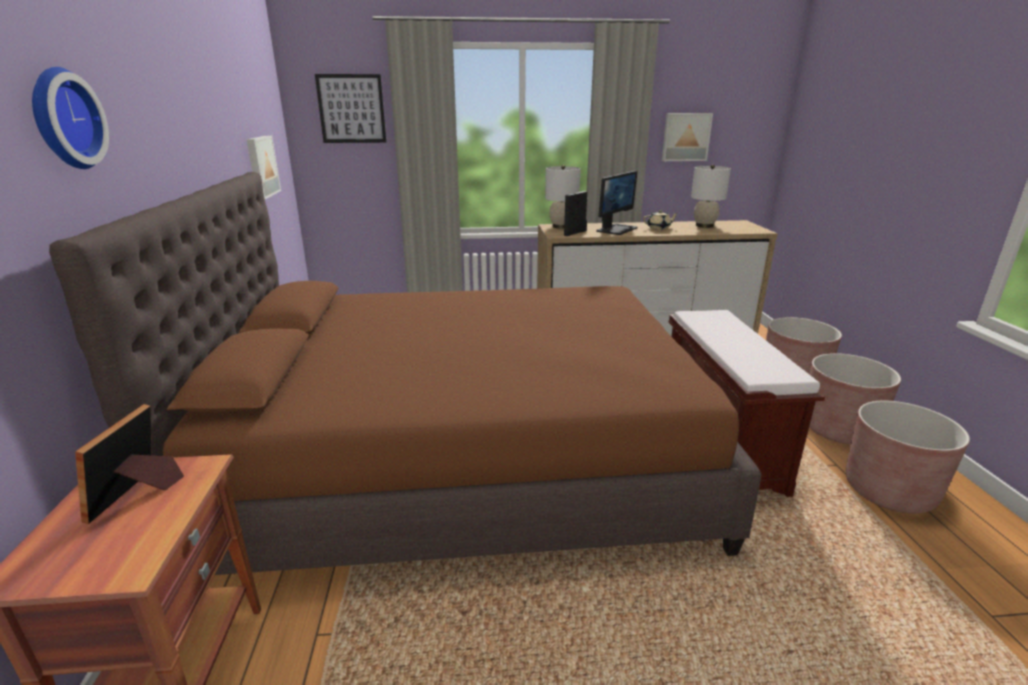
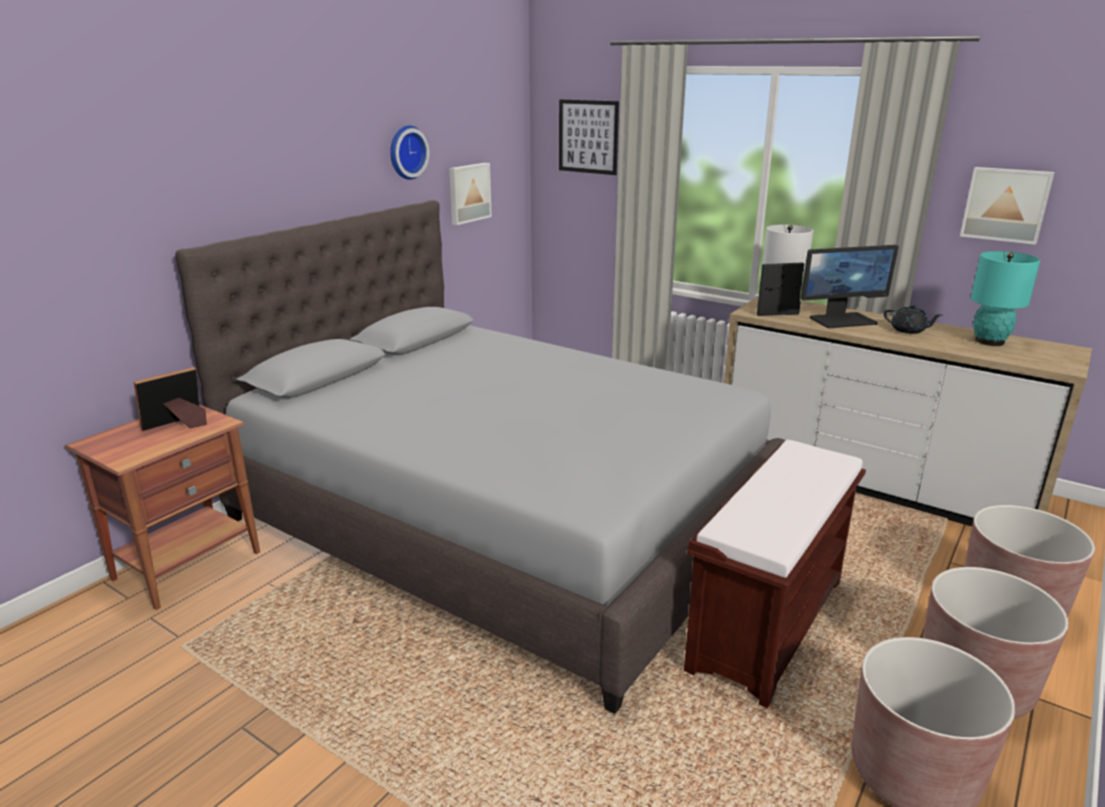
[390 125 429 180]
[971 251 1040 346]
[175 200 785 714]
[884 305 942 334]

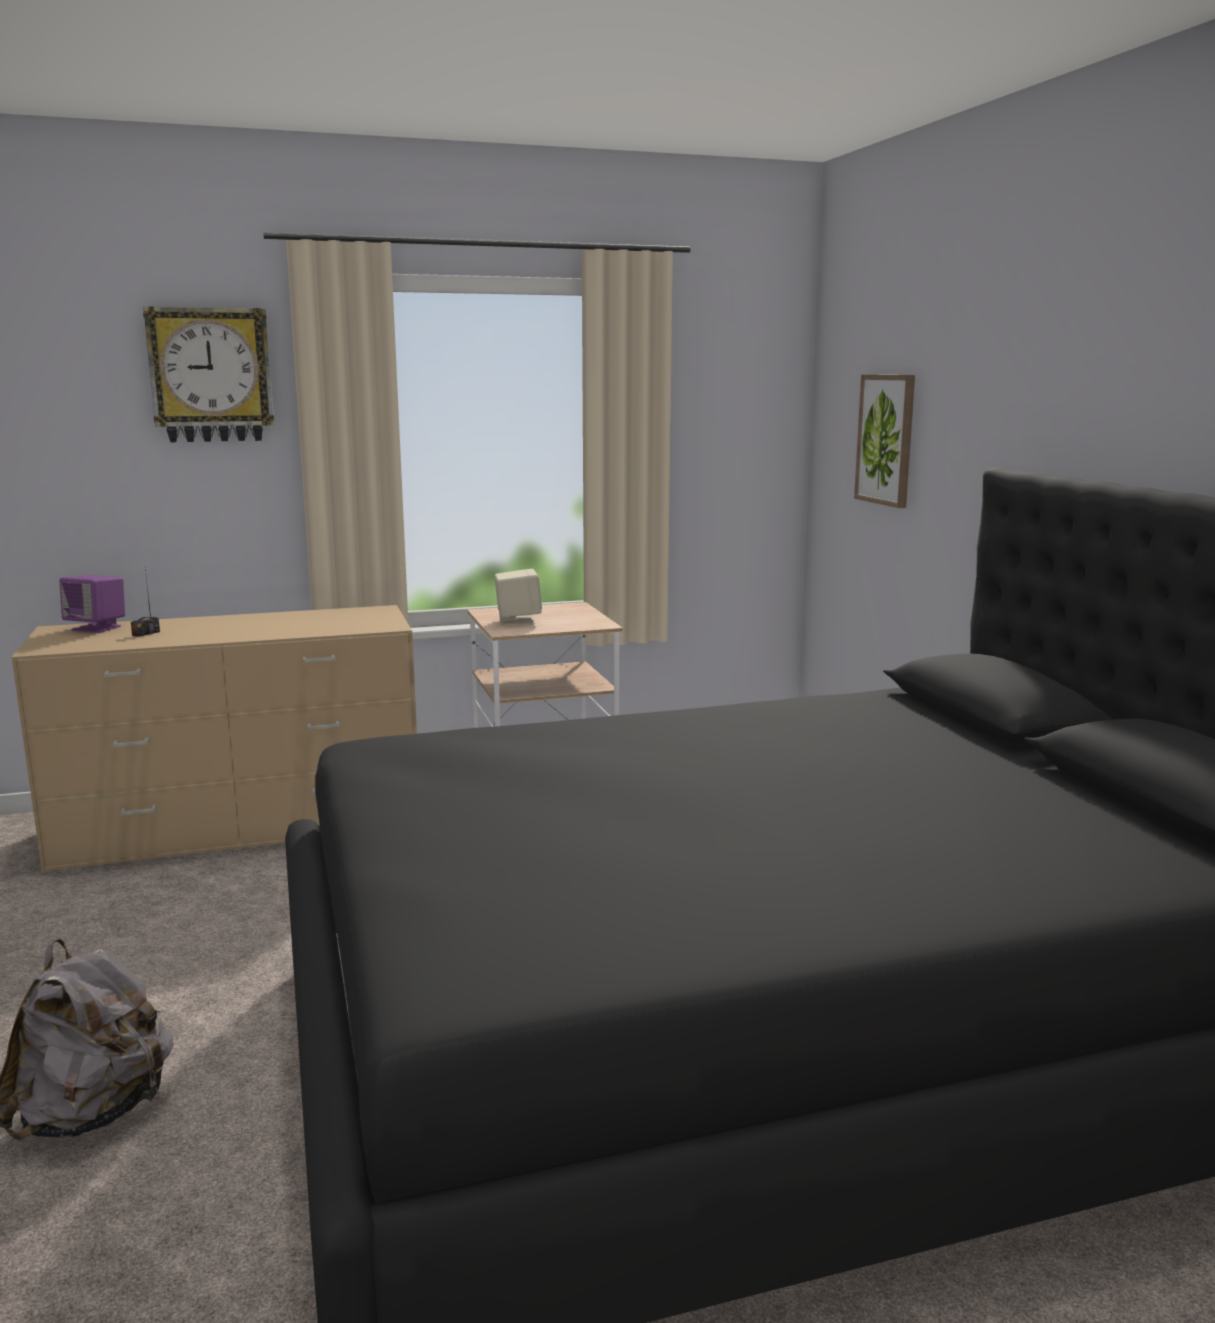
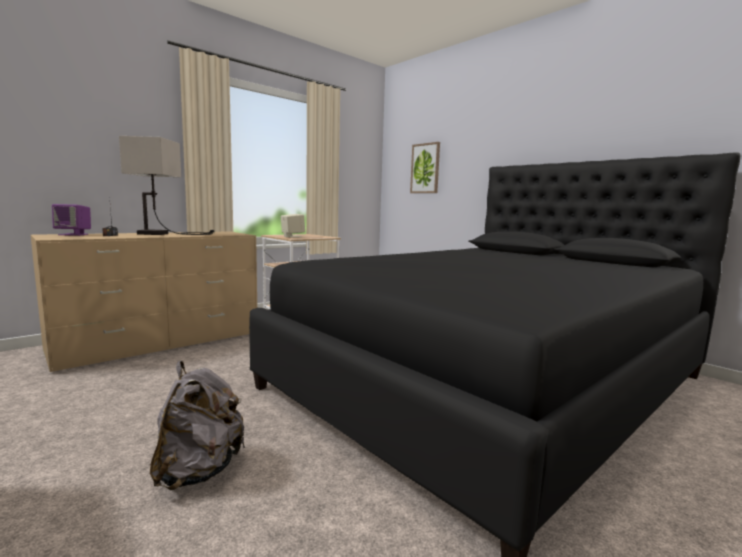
[143 307 274 442] (first image)
[119 136 215 235]

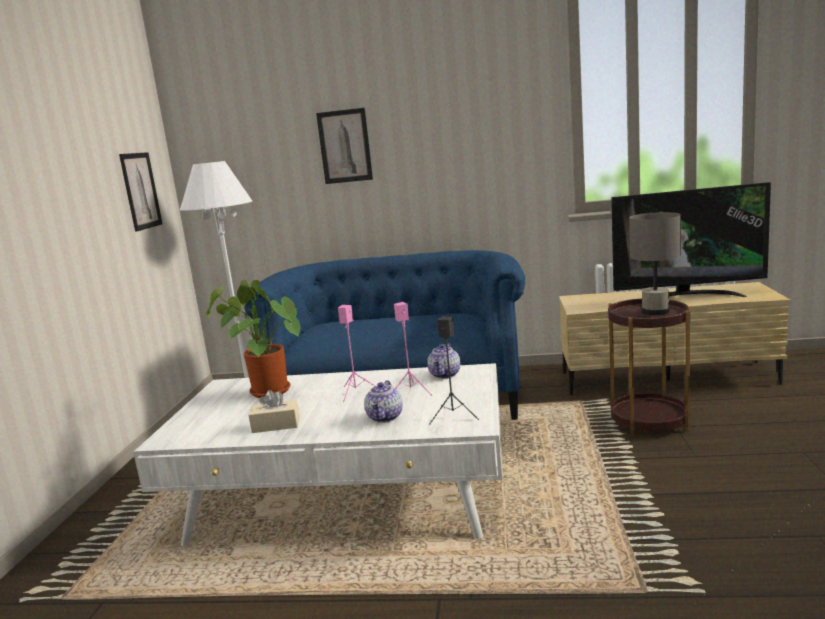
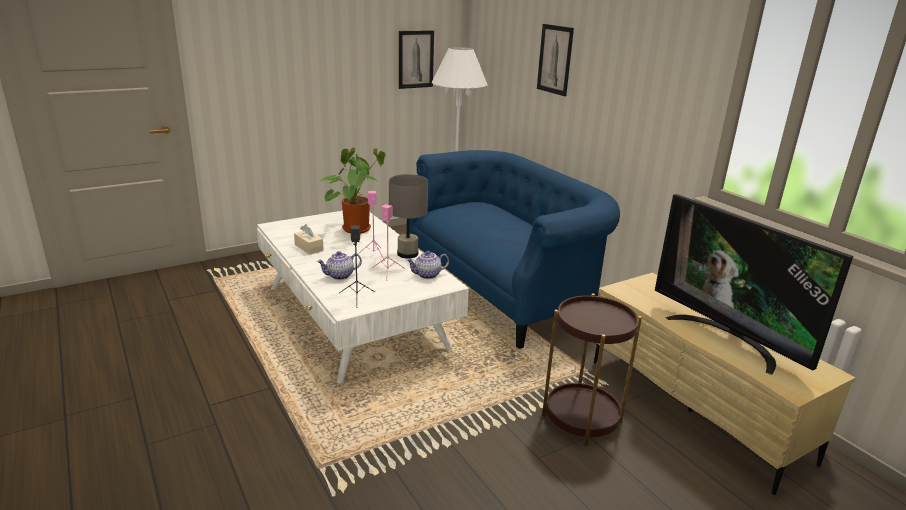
[389 174 428 258]

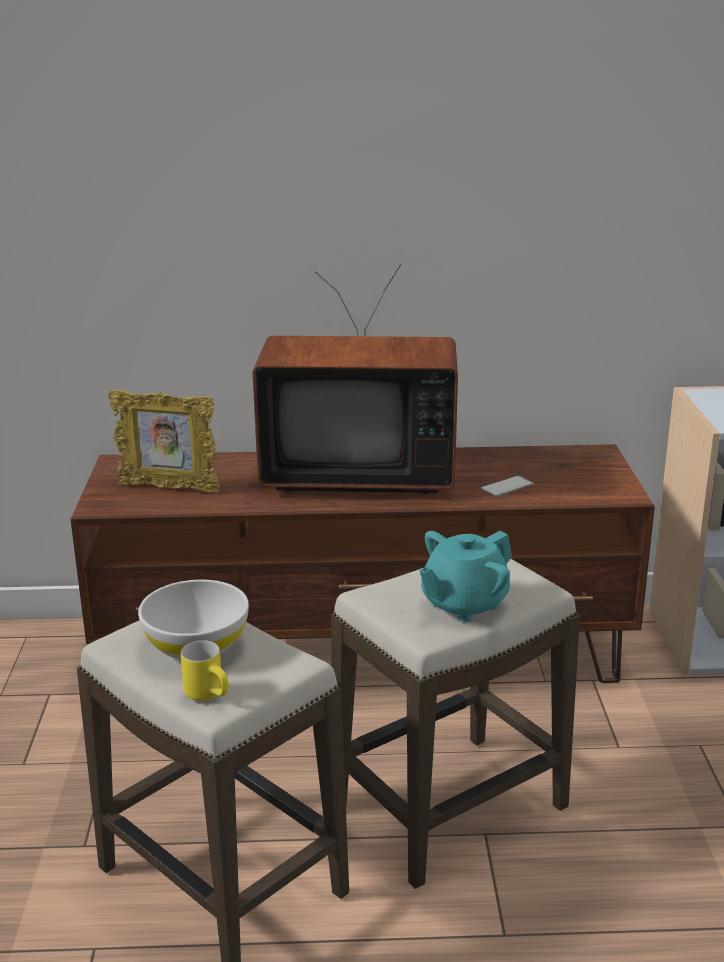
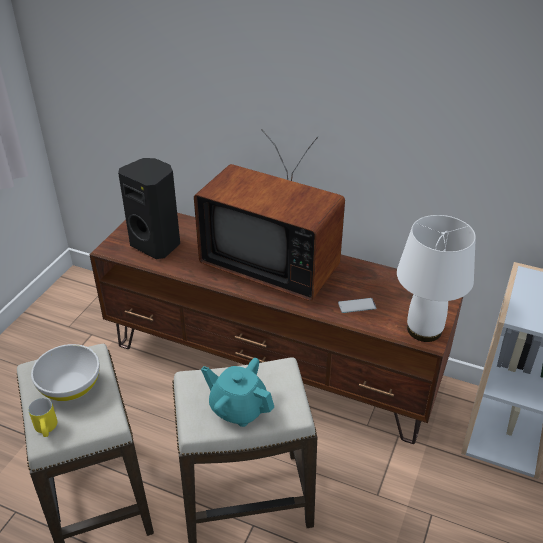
[118 158 180 259]
[201 358 274 427]
[397 215 476 342]

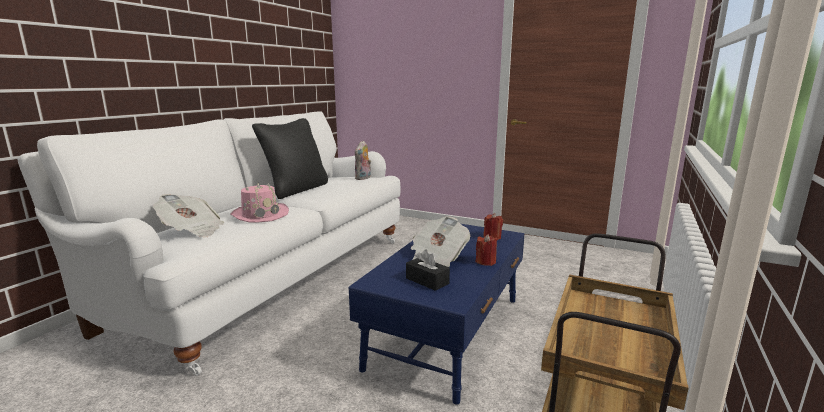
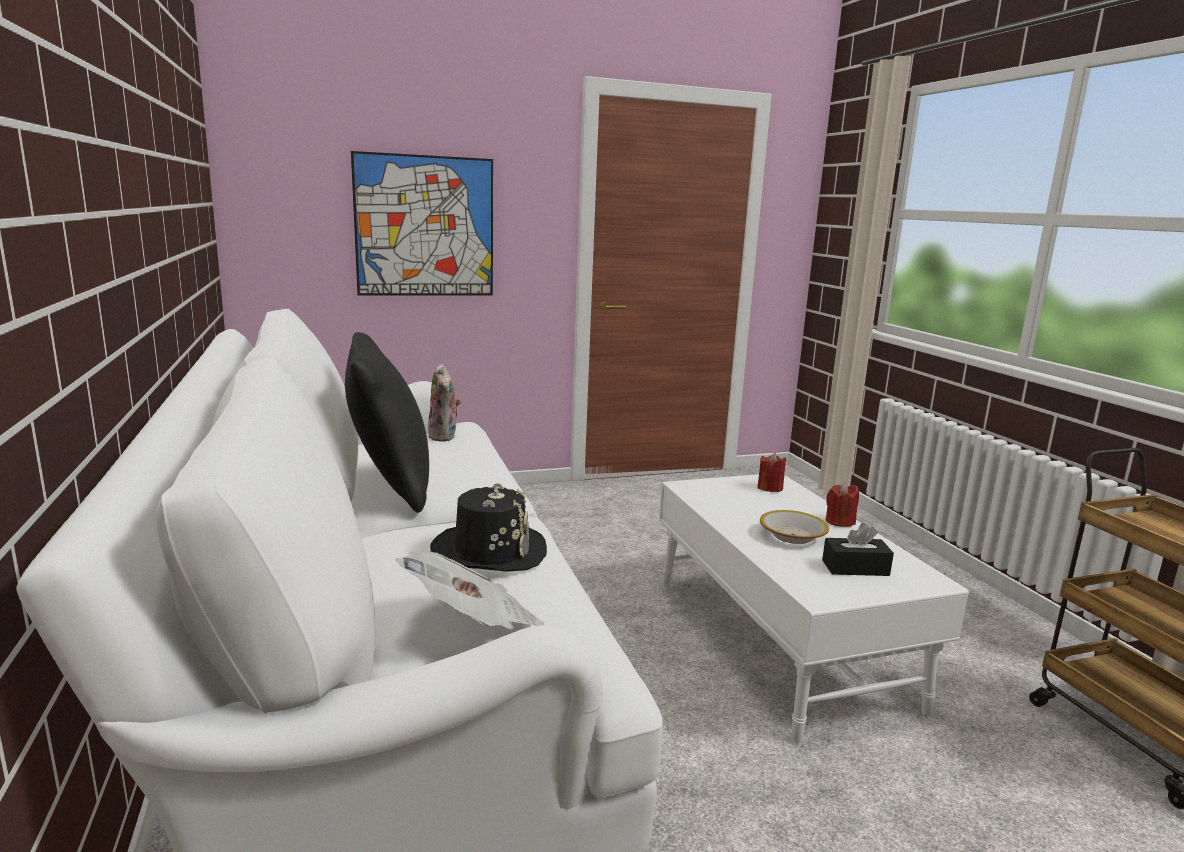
[430 483 547 572]
[760 510 829 544]
[659 474 969 743]
[351 151 493 296]

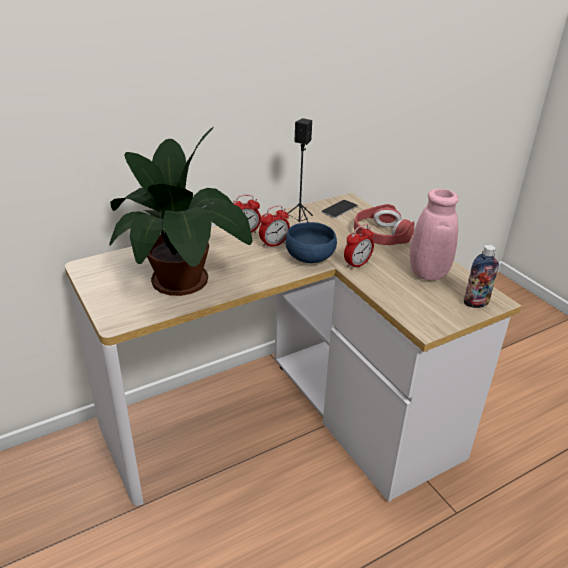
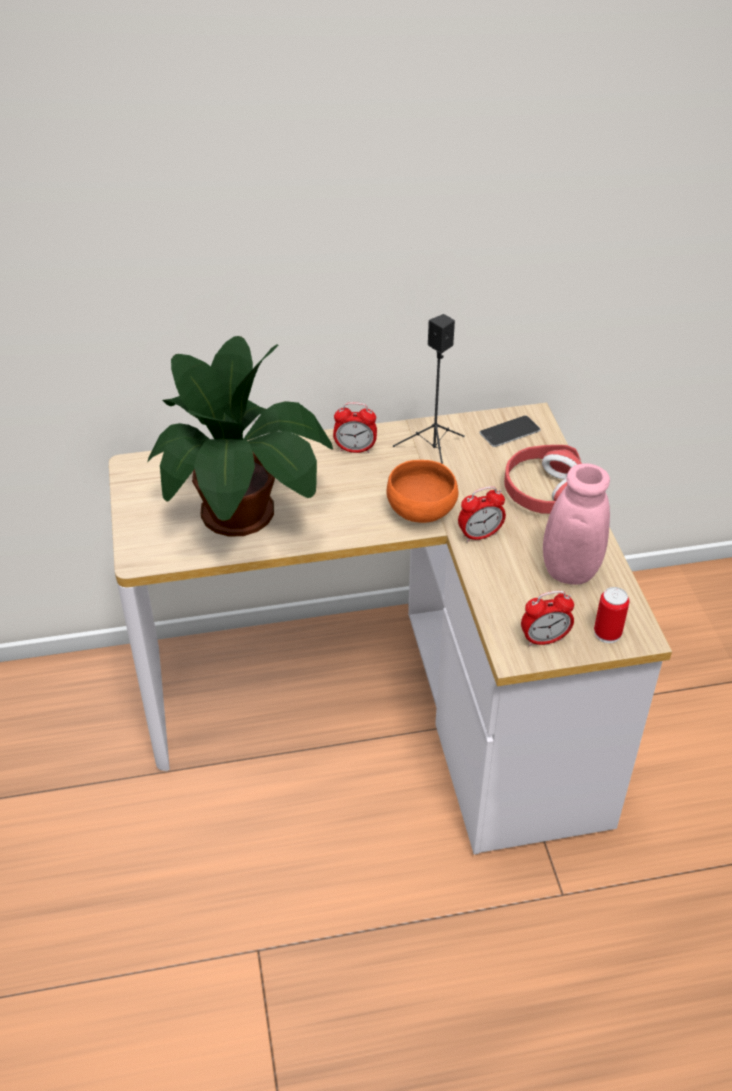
[521 591 574 646]
[386 460 459 523]
[594 587 629 643]

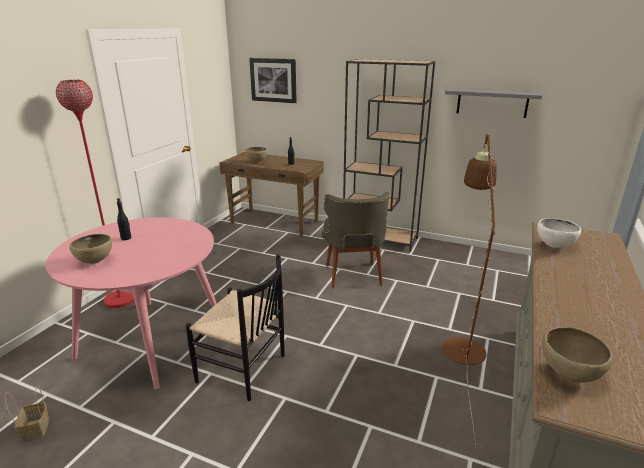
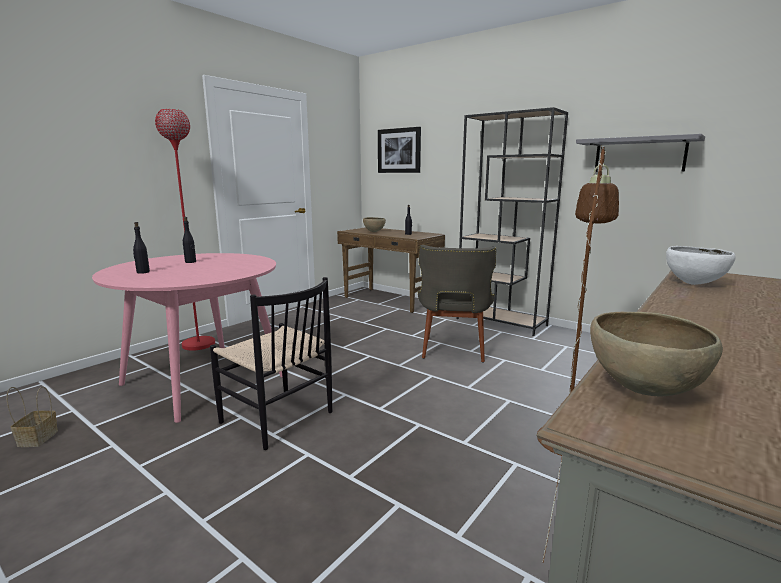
[133 222 150 274]

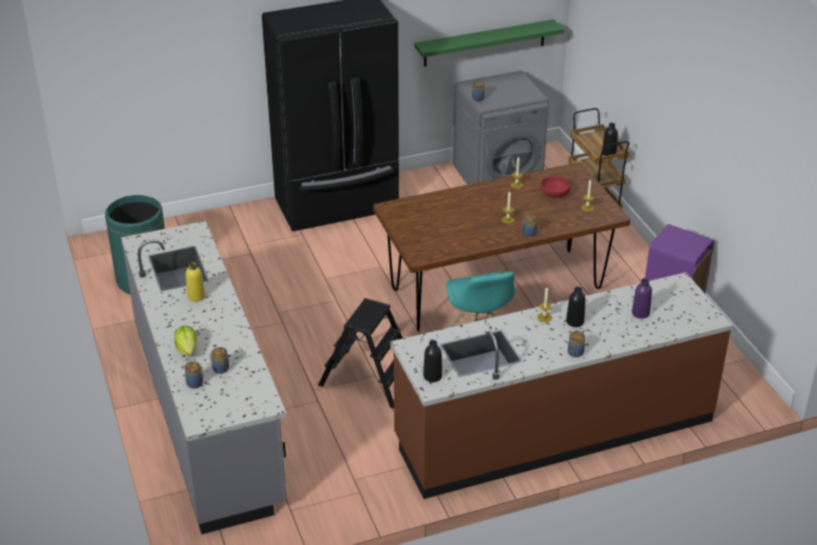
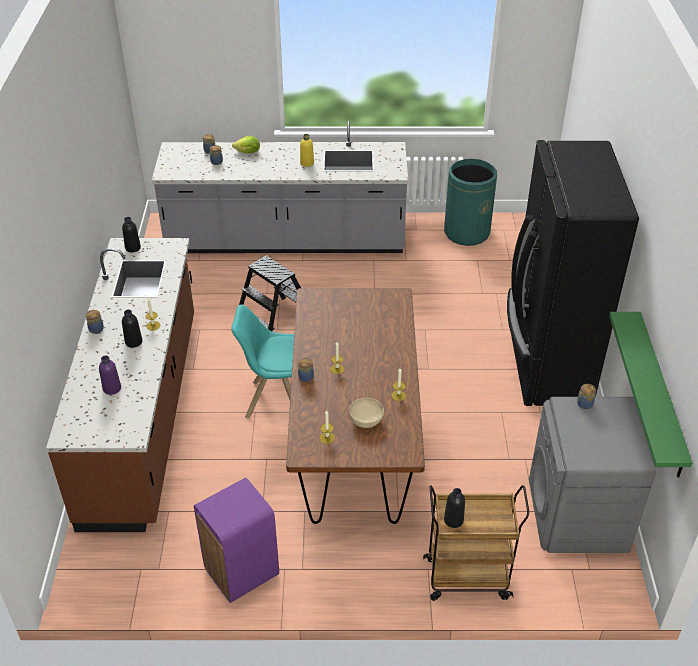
[349 398 384 428]

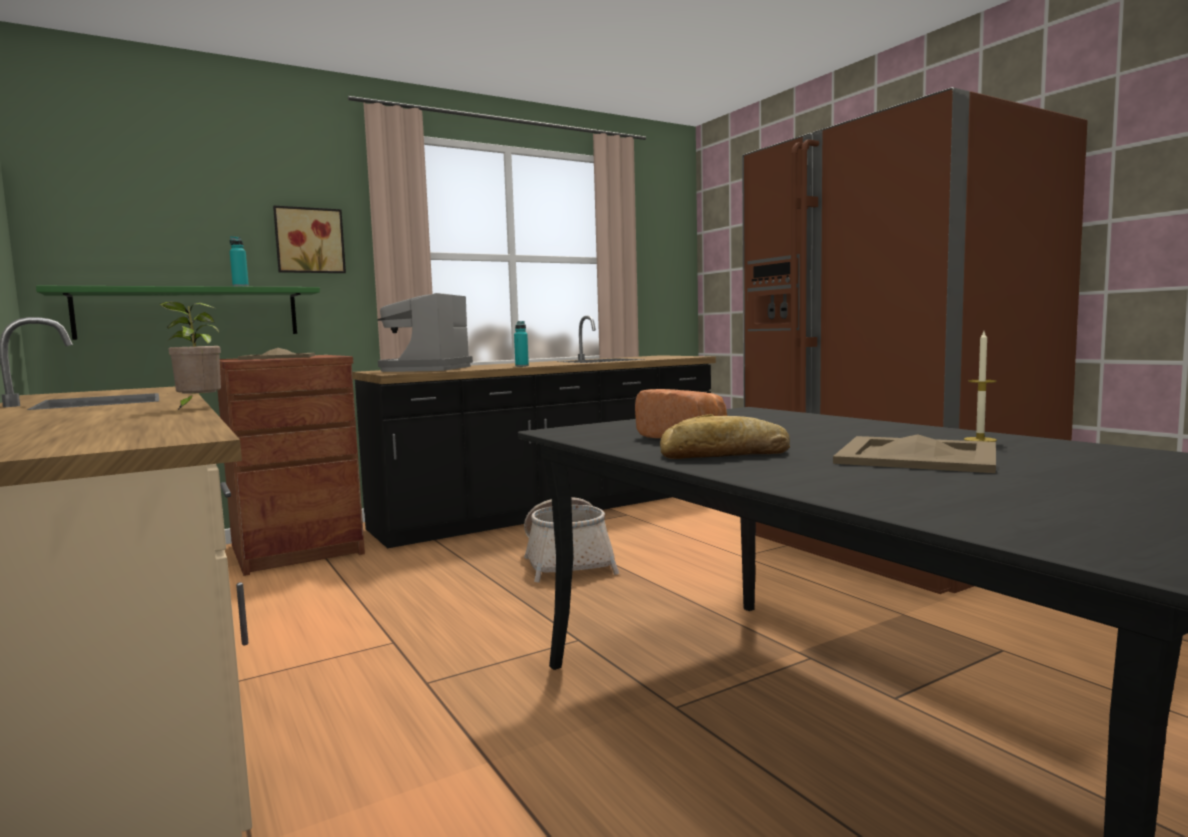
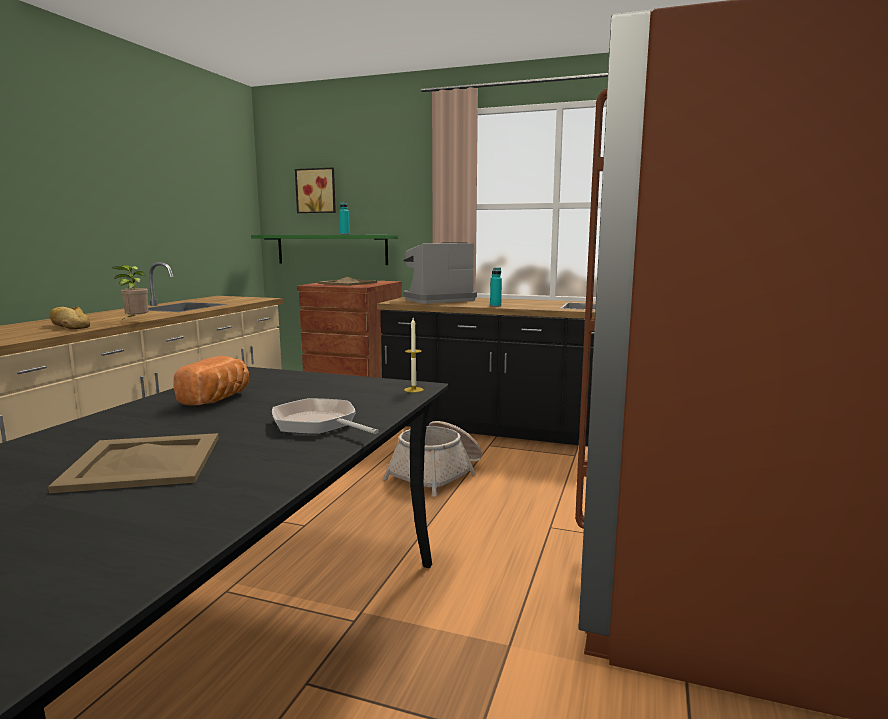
[295 167 336 213]
[404 318 424 393]
[50 307 90 329]
[272 398 379 434]

